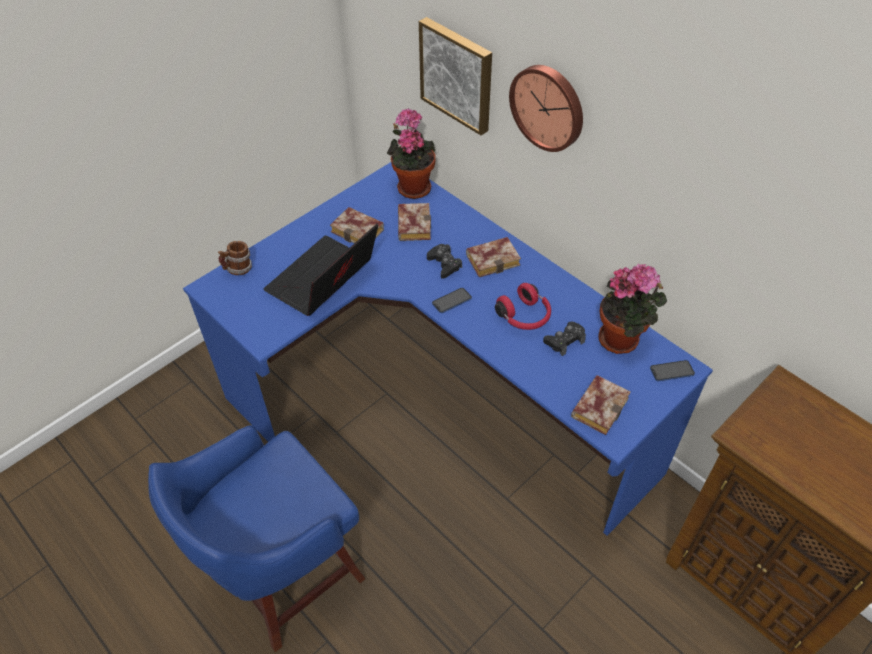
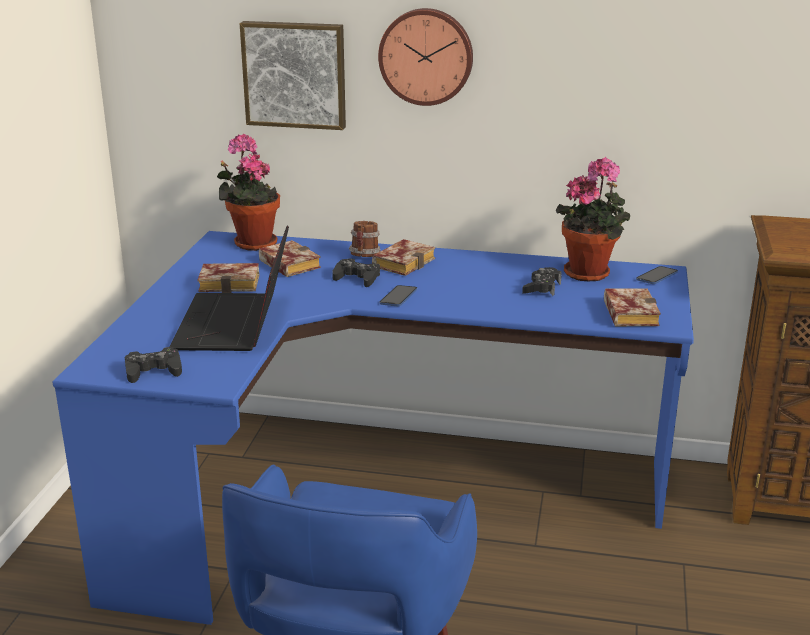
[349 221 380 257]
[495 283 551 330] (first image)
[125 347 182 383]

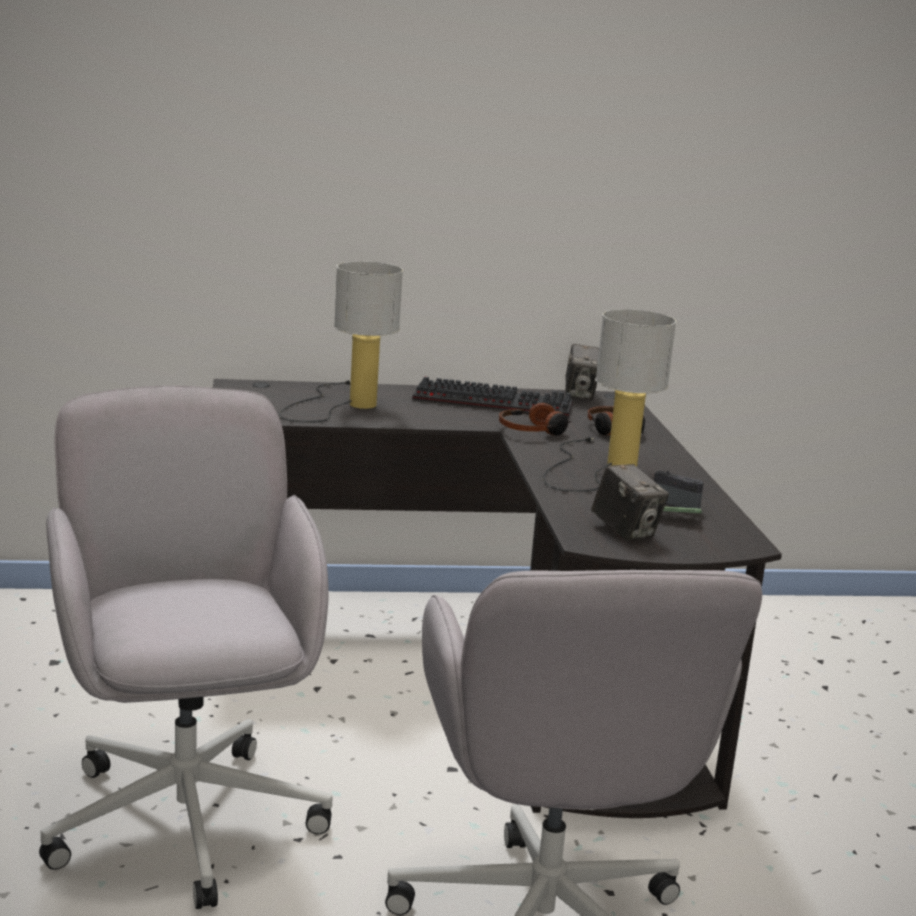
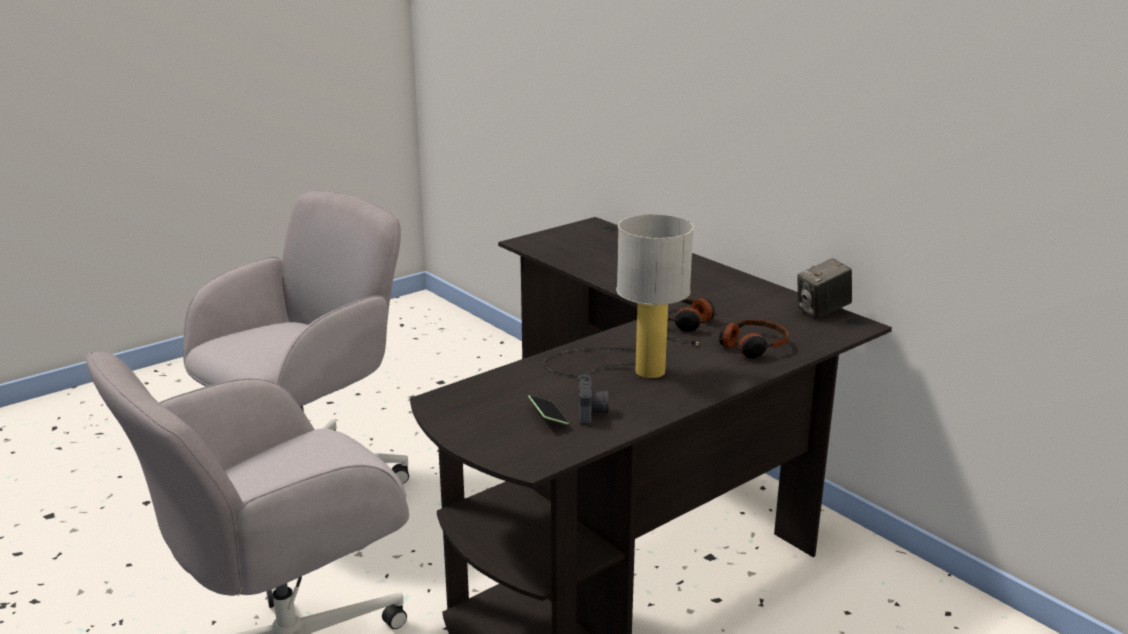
[279 262 403 423] (first image)
[412 377 573 418] (first image)
[591 464 669 540] (first image)

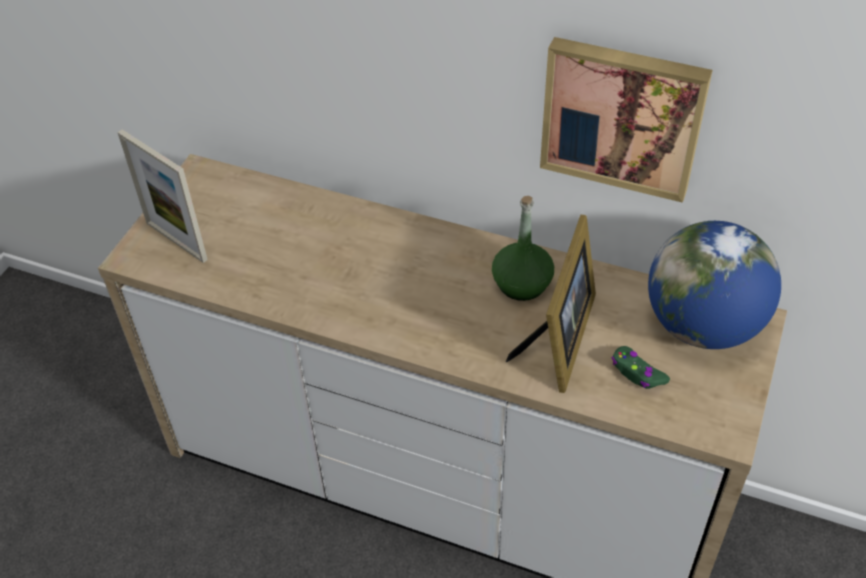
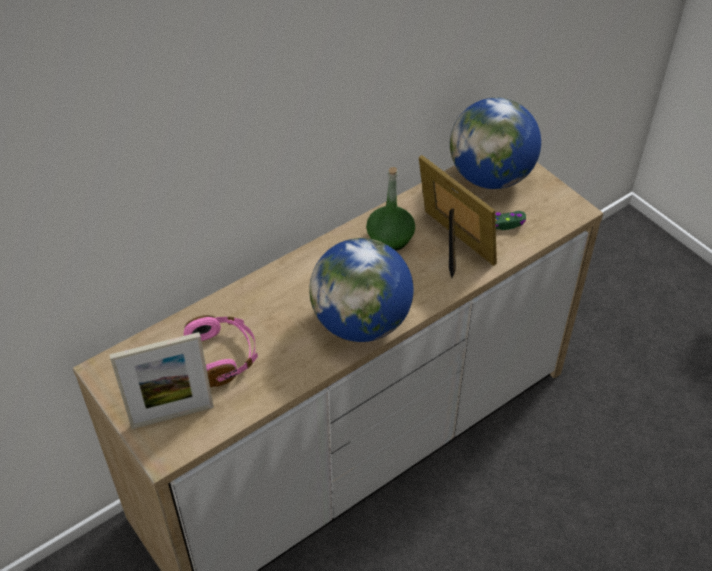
[540 37 713 203] (first image)
[309 238 413 342]
[184 315 258 387]

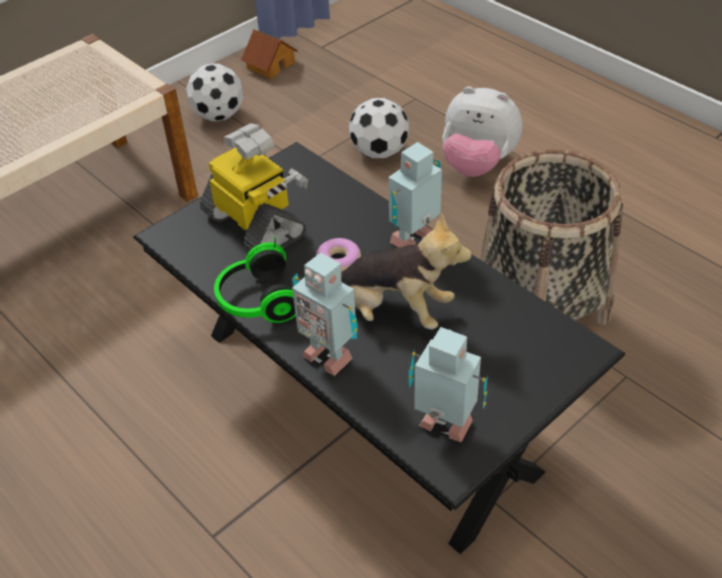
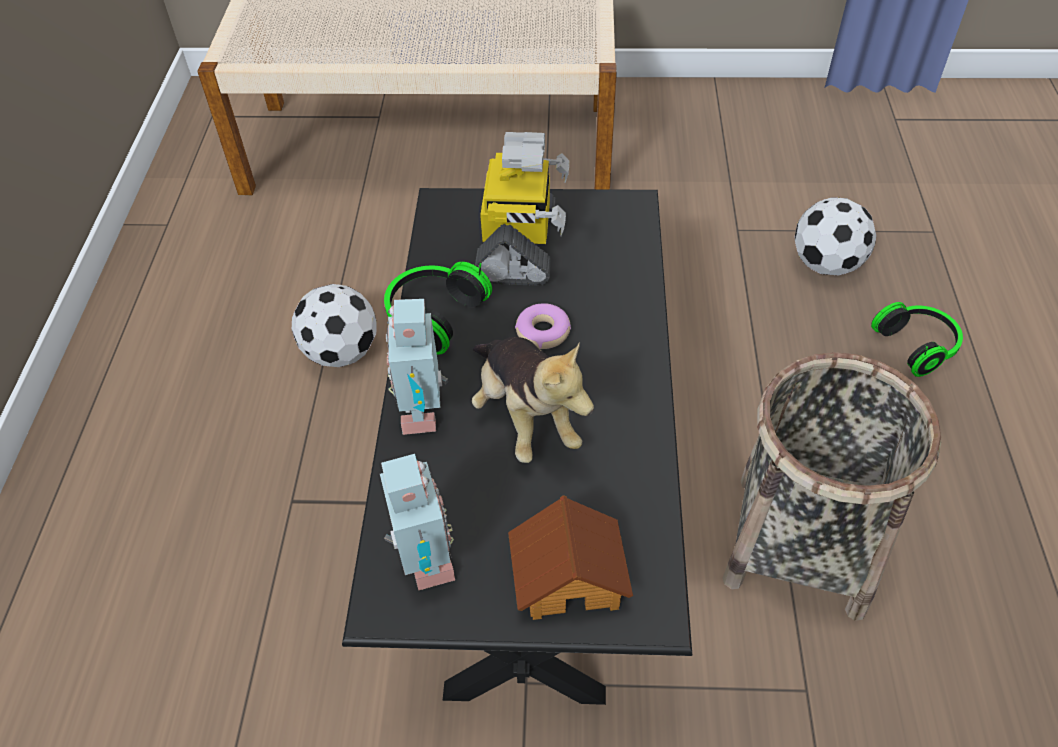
[508 495 633 620]
[292 284 377 367]
[871 302 963 377]
[388 142 442 247] (first image)

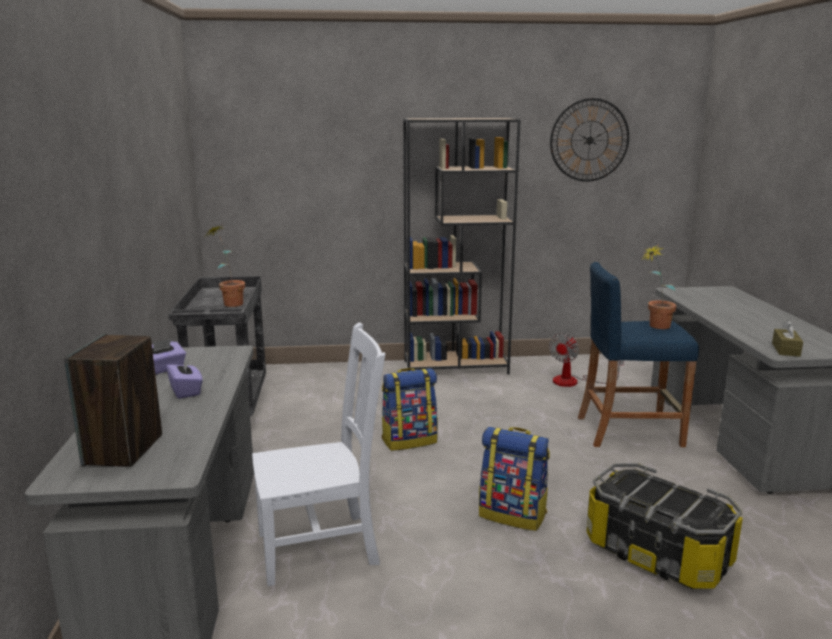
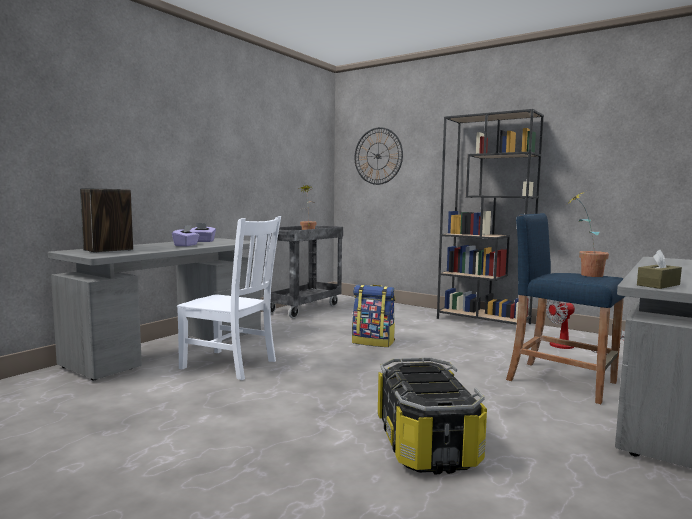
[355 127 403 185]
[479 427 550 531] (first image)

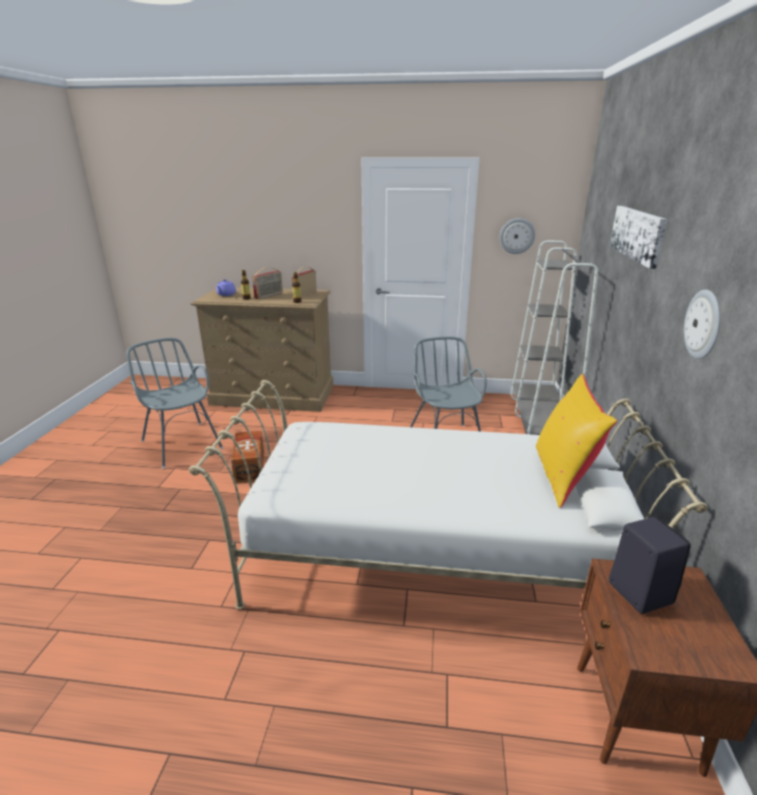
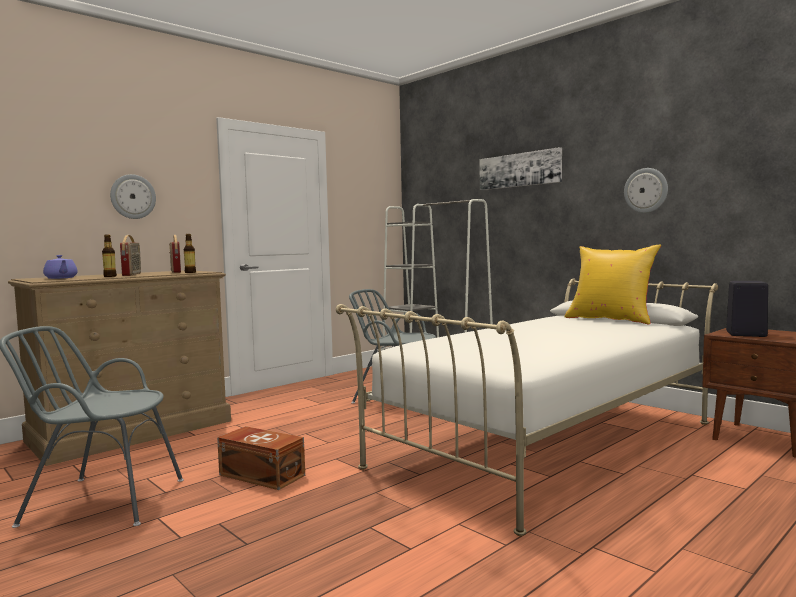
[110 174 156 219]

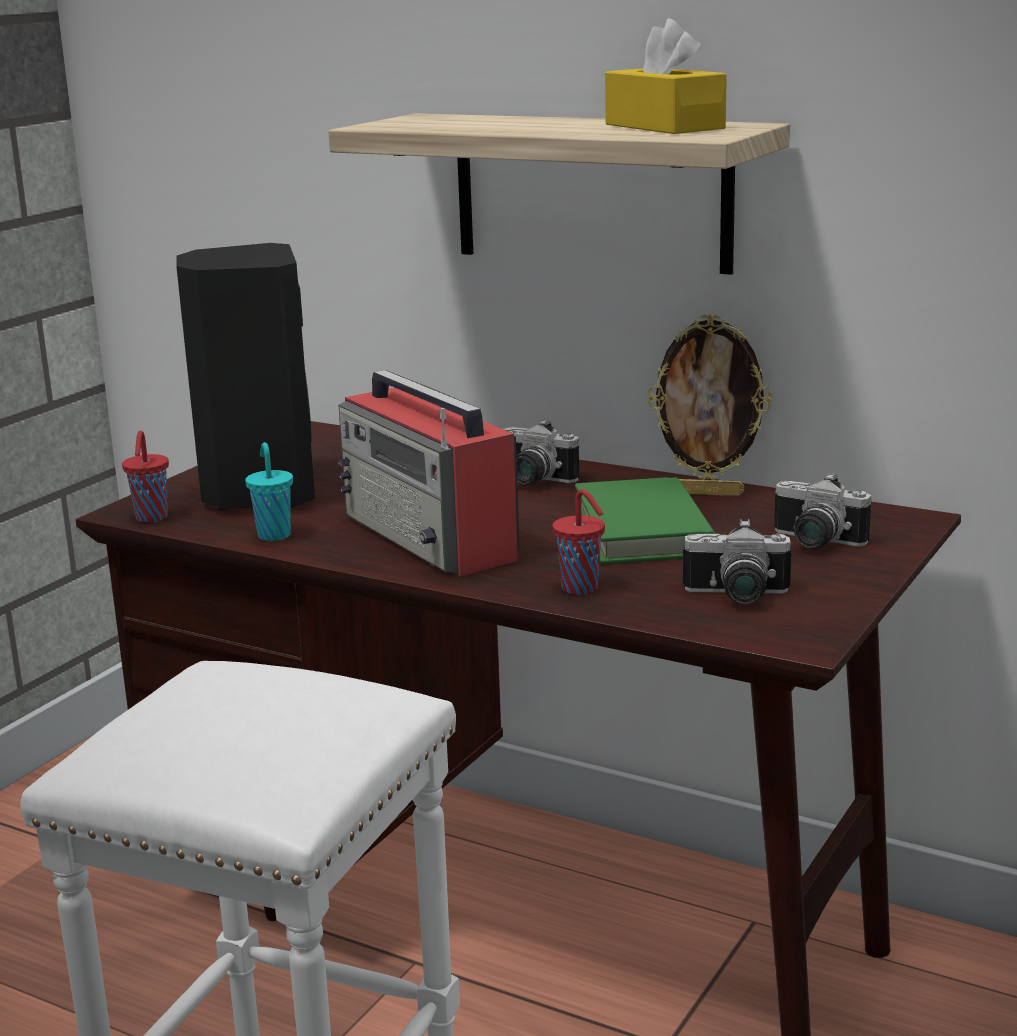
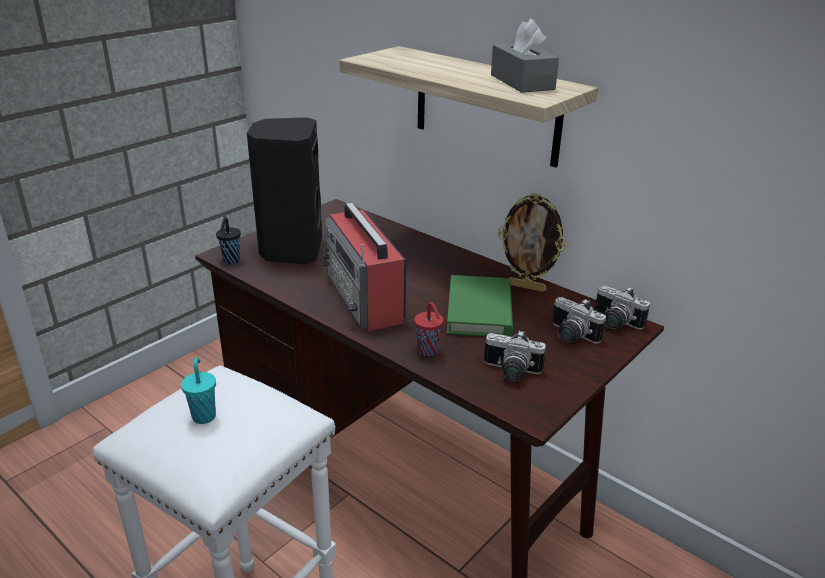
[491 18 559 93]
[595 285 650 330]
[216 217 241 264]
[181 358 216 424]

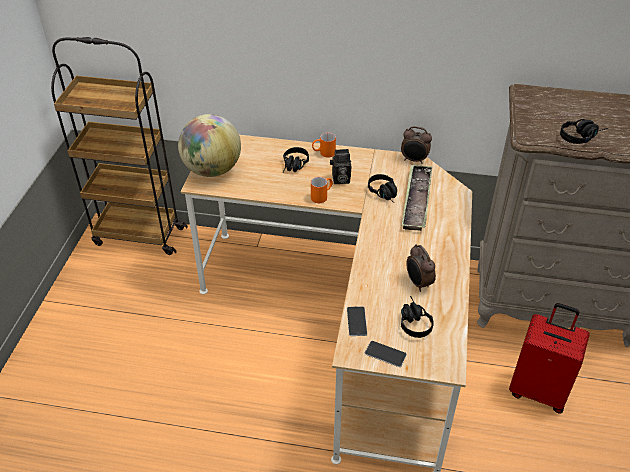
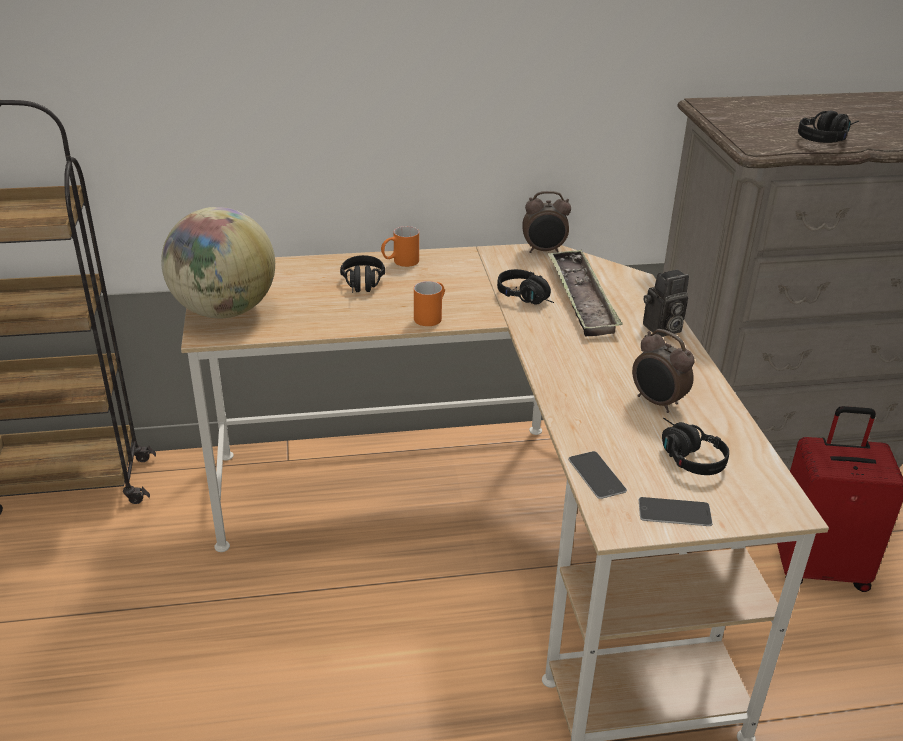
[643 269 689 337]

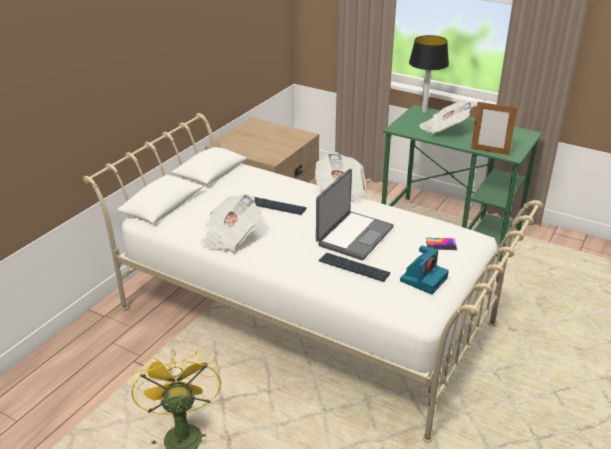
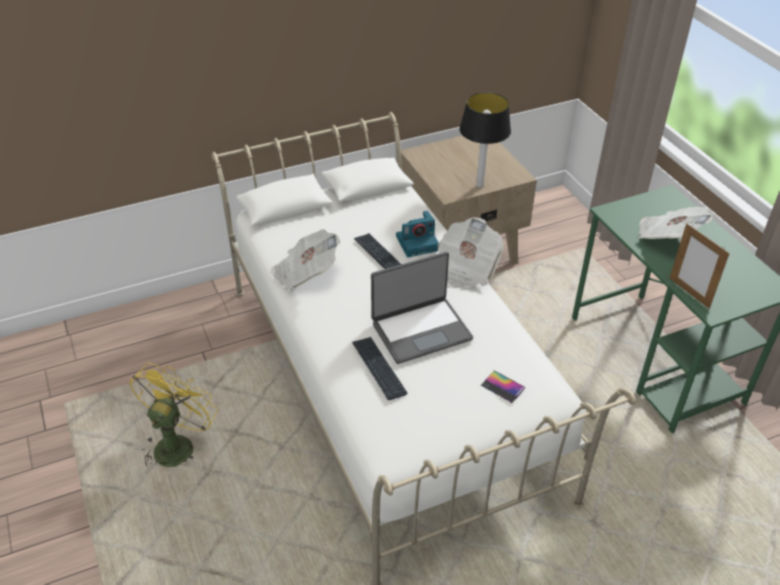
[459 92 511 188]
[396 211 439 257]

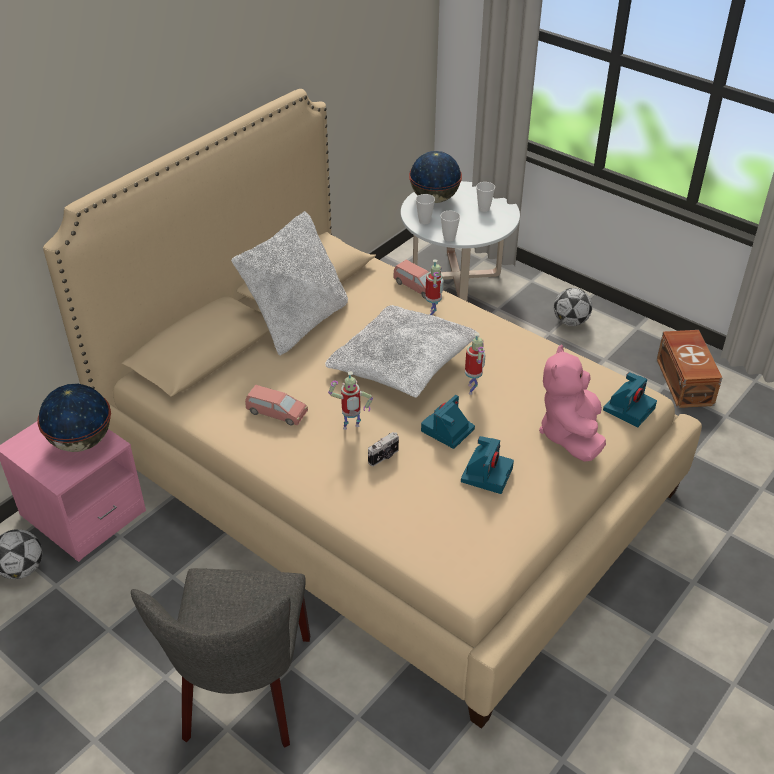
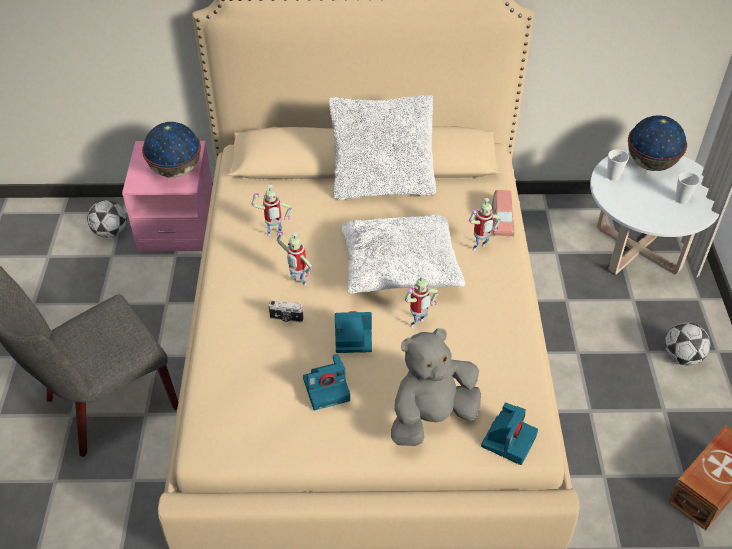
[440 211 460 242] (first image)
[391 328 481 446]
[481 402 538 465]
[251 184 292 236]

